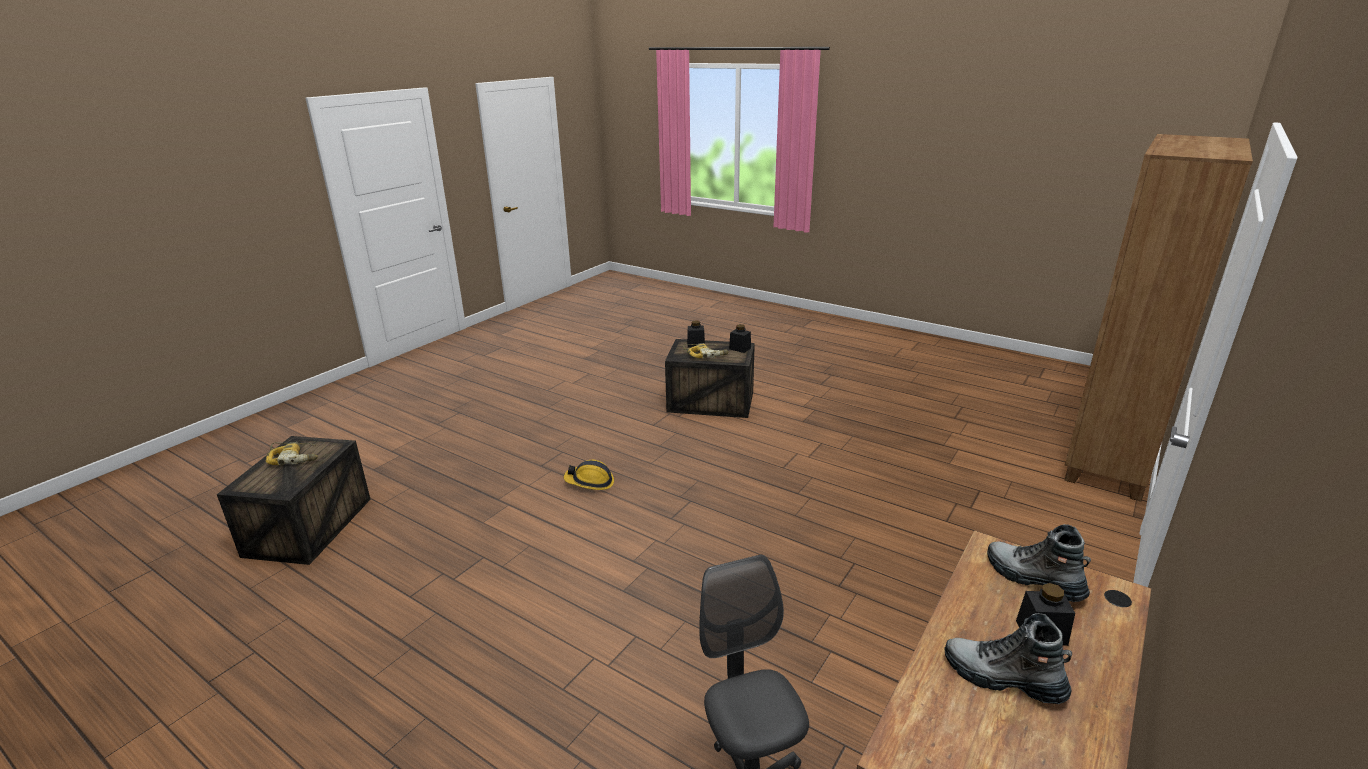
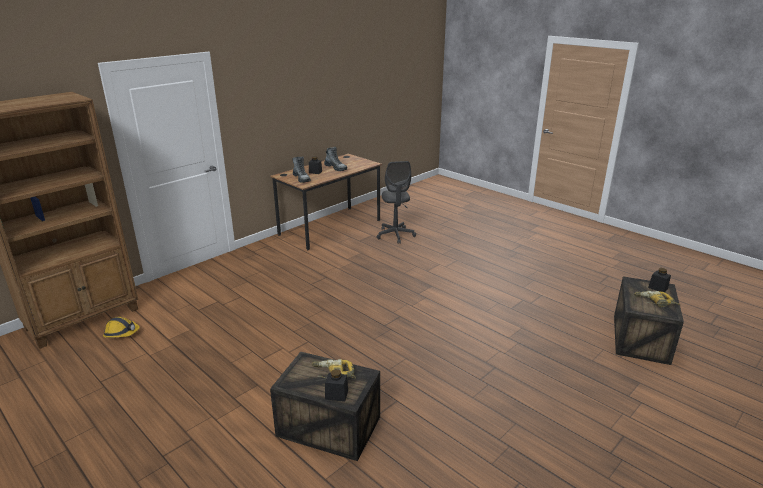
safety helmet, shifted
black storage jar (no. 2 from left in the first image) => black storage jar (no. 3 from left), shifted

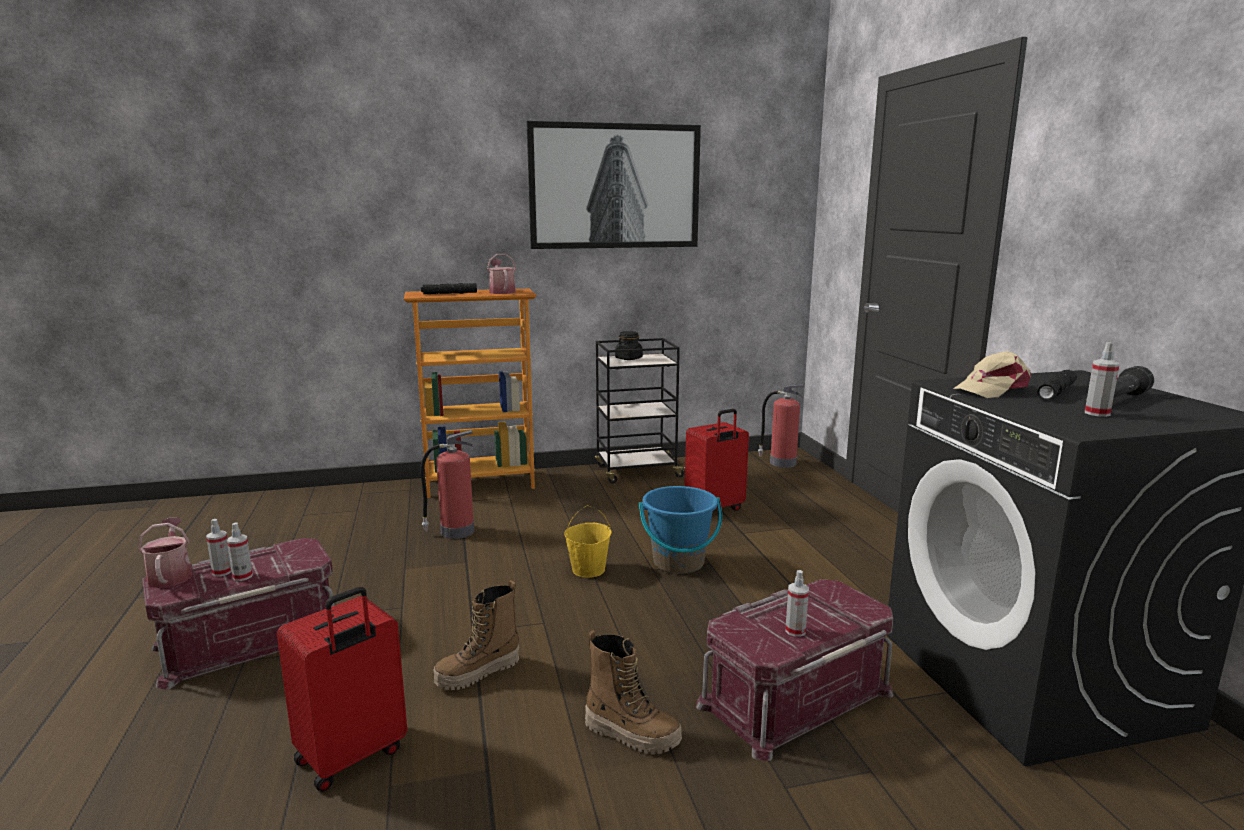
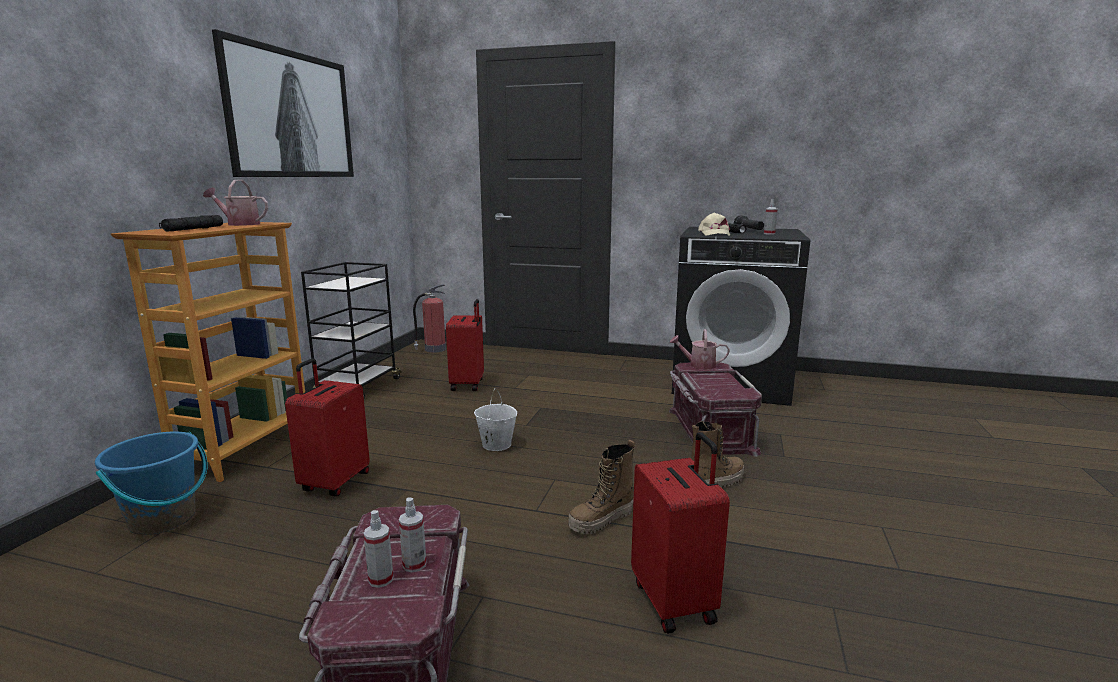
watering pot (no. 1 from left in the first image) => watering pot (no. 2 from left), shifted
fire extinguisher (no. 1 from left) => reddish suitcase (no. 1 from left)
high-top boot (no. 1 from left), 60 degrees clockwise
yellowish water bucket => white water bucket
black storage jar => nothing
blue water bucket, shifted
sprayer (no. 3 from left) => nothing

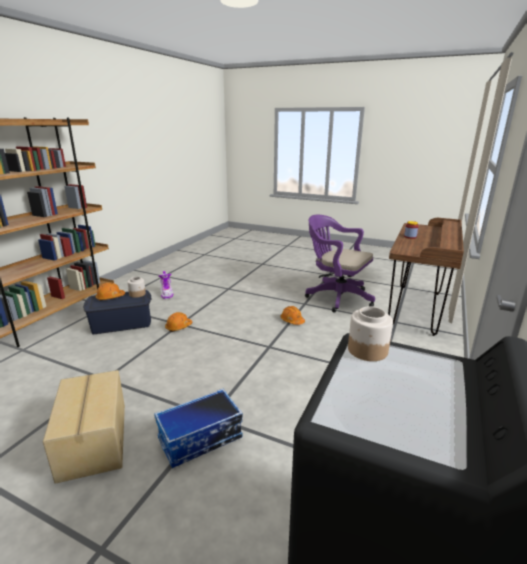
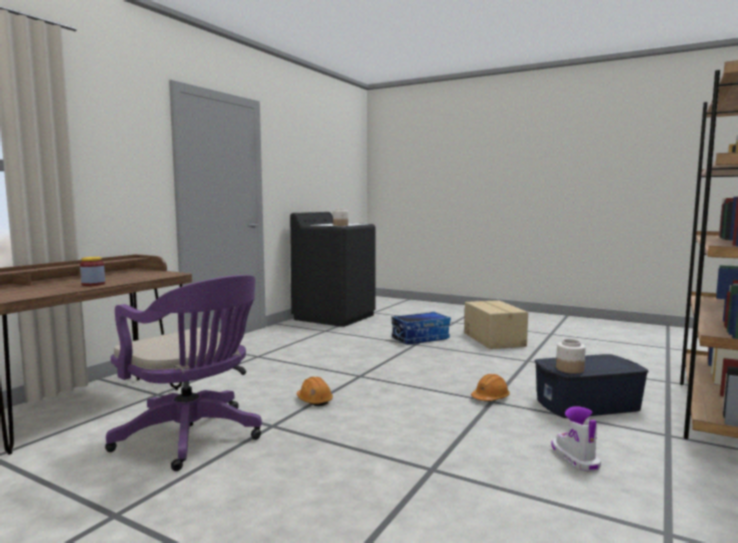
orangey safety helmet (no. 1 from left) => nothing

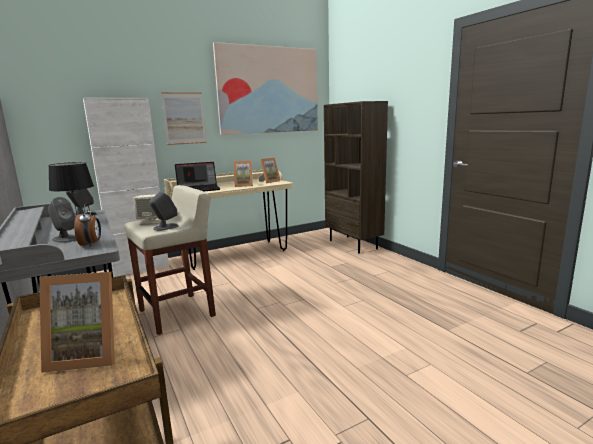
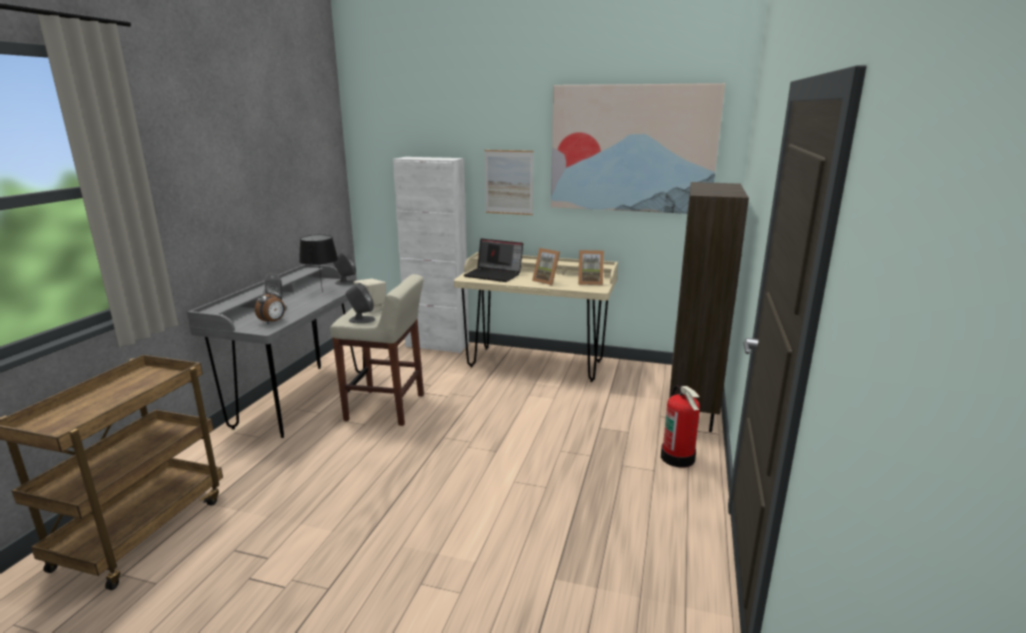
picture frame (no. 1 from left) => nothing
nothing => fire extinguisher

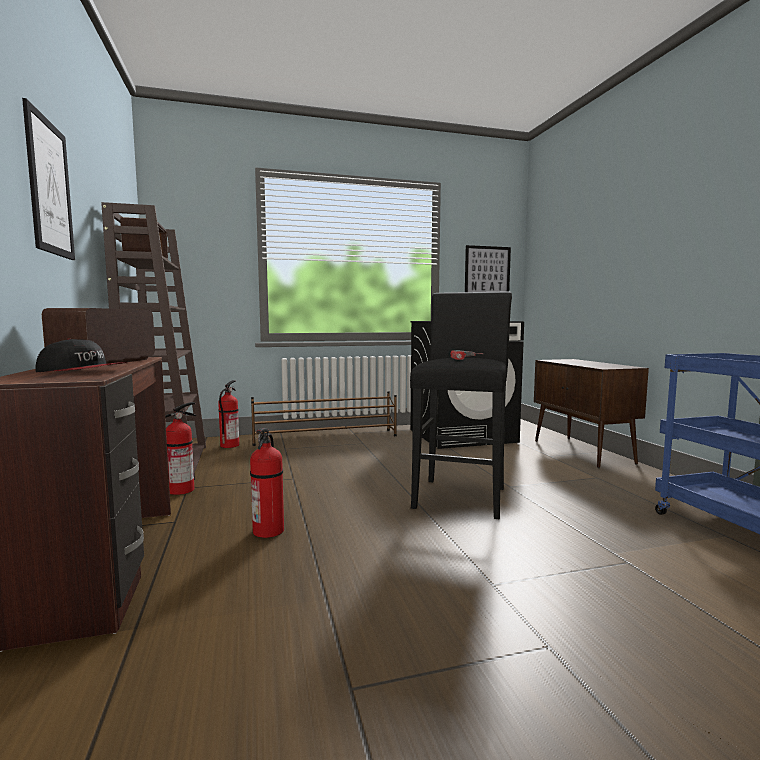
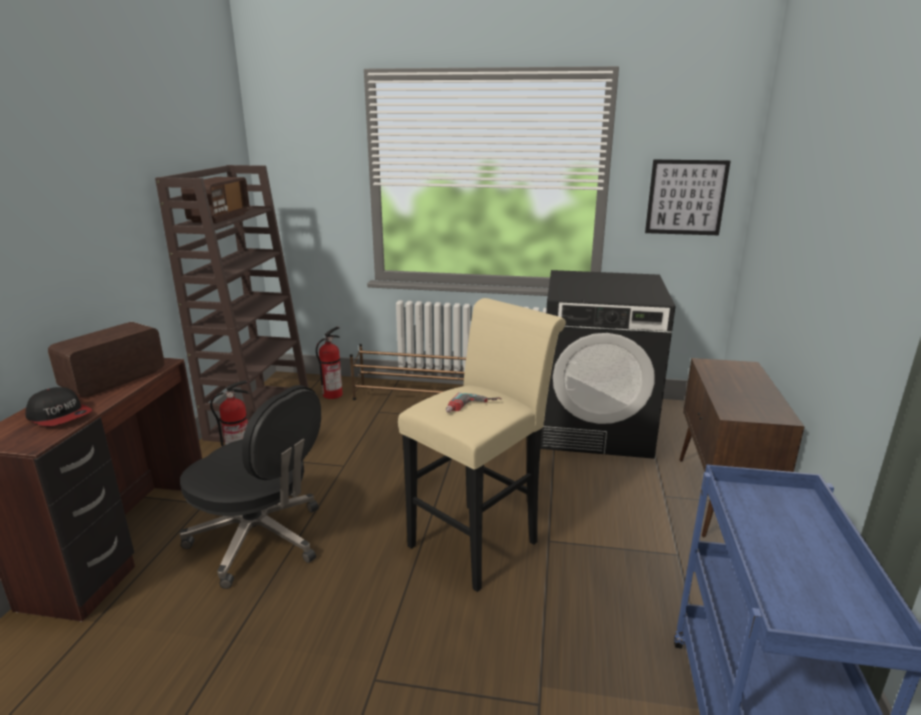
picture (no. 1 from left) => nothing
fire extinguisher (no. 3 from left) => black desk chair
black stool seat => beige stool seat

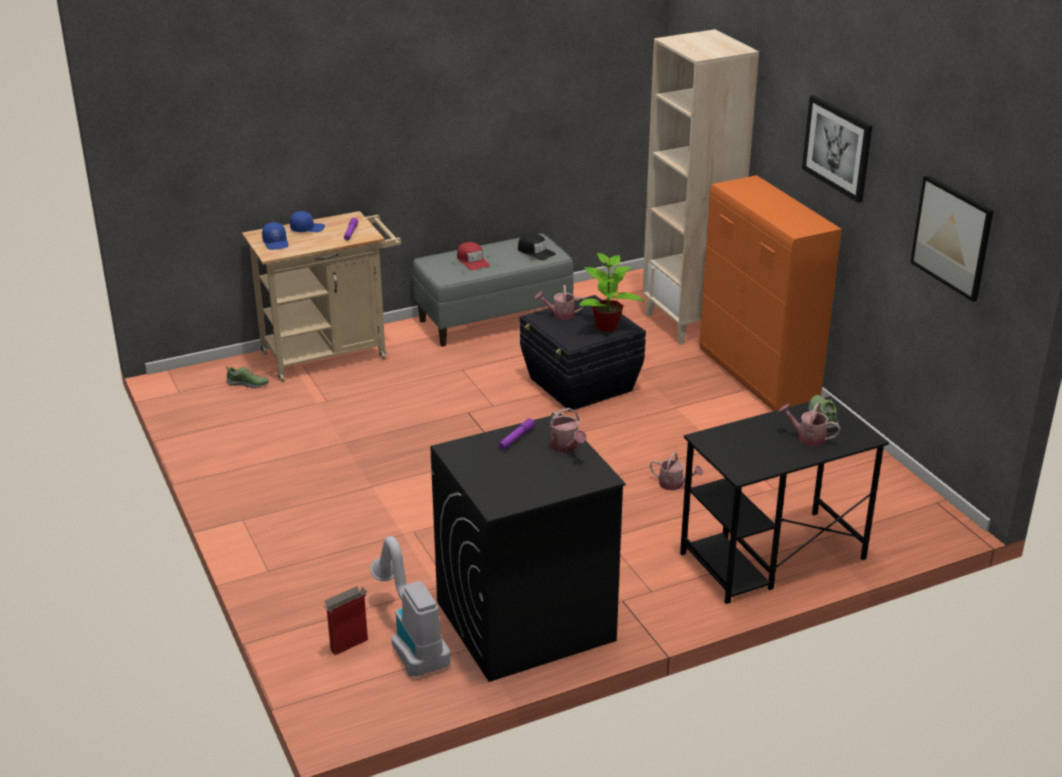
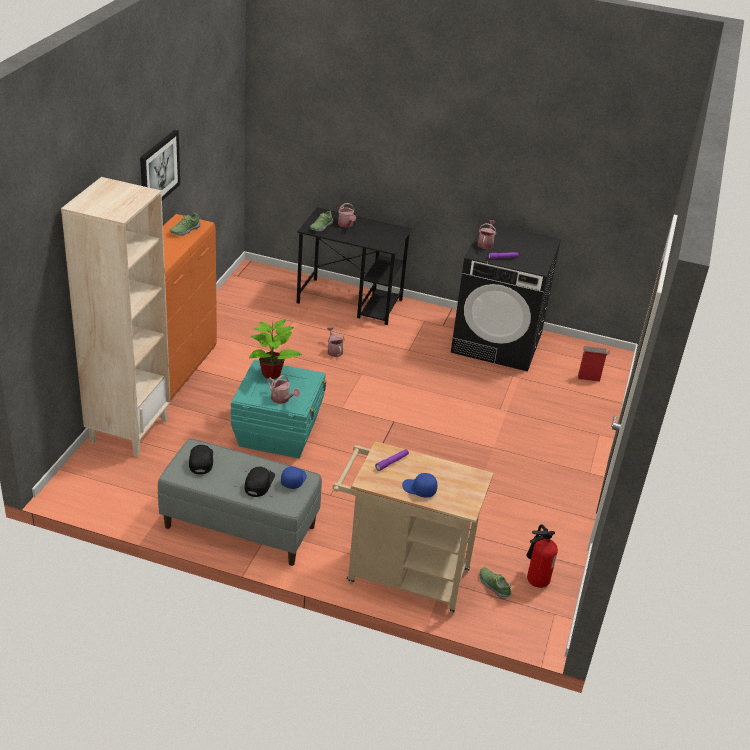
blue peaked cap (no. 1 from left), shifted
vacuum cleaner => nothing
reddish peaked cap => black peaked cap (no. 2 from left)
black storage box => turquoise storage box
picture (no. 2 from left) => nothing
nothing => item of footwear (no. 1 from left)
nothing => fire extinguisher

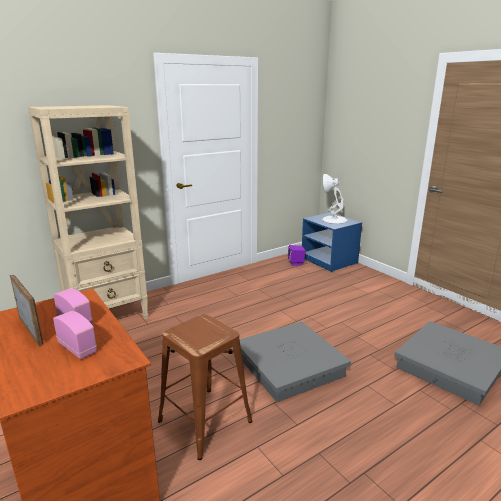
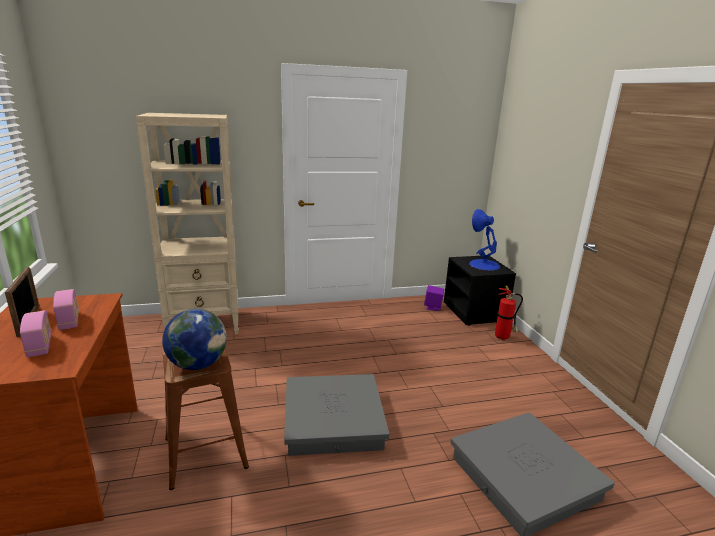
blue nightstand => black nightstand
white table lamp => blue table lamp
nothing => world globe
nothing => fire extinguisher

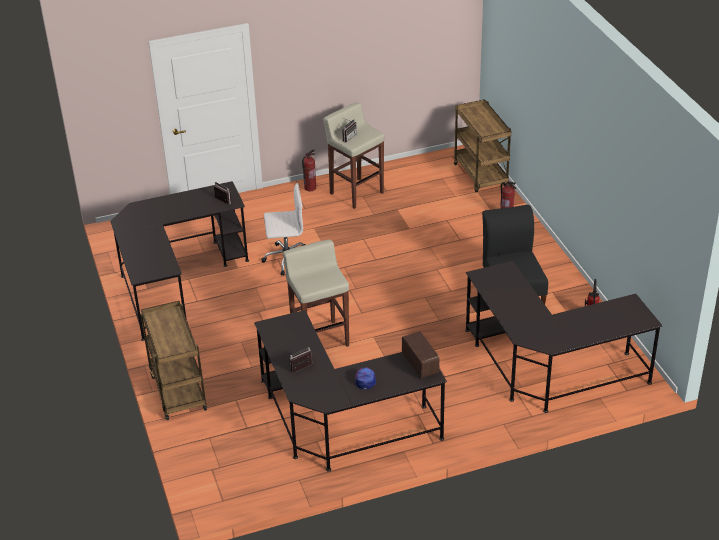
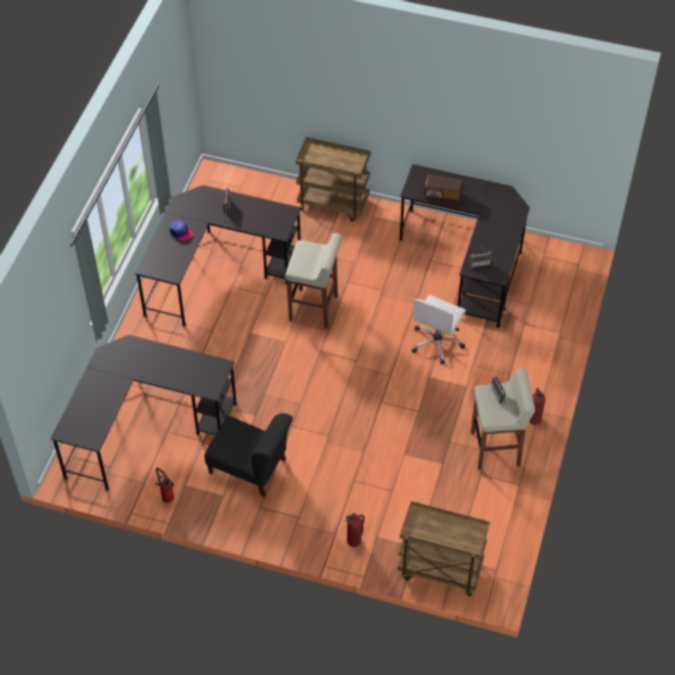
radio receiver (no. 4 from left in the first image) => radio receiver (no. 2 from left), shifted

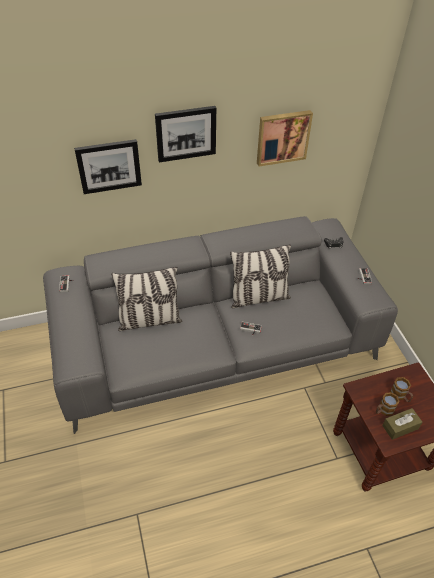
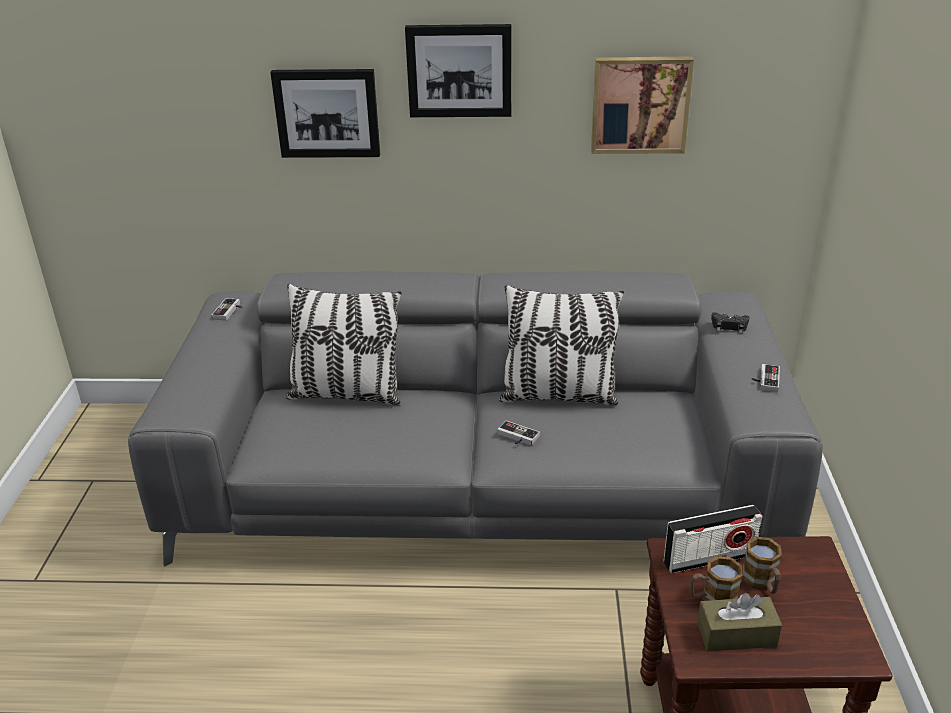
nothing => radio receiver

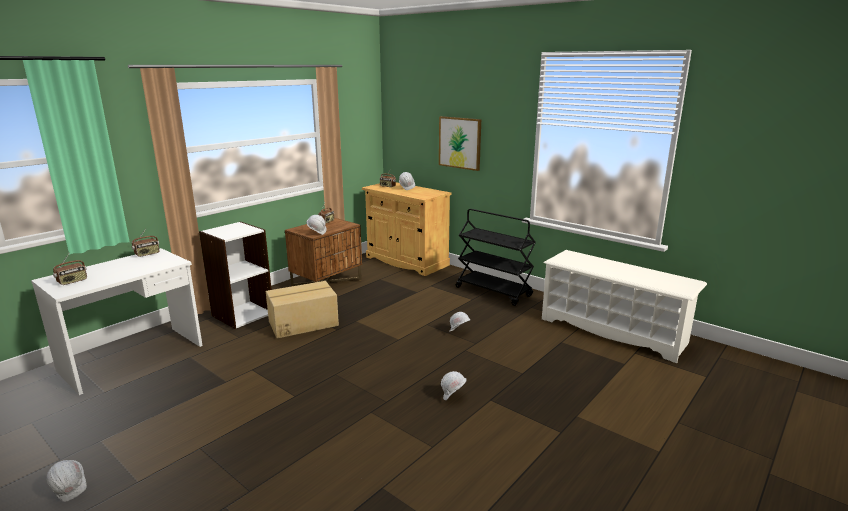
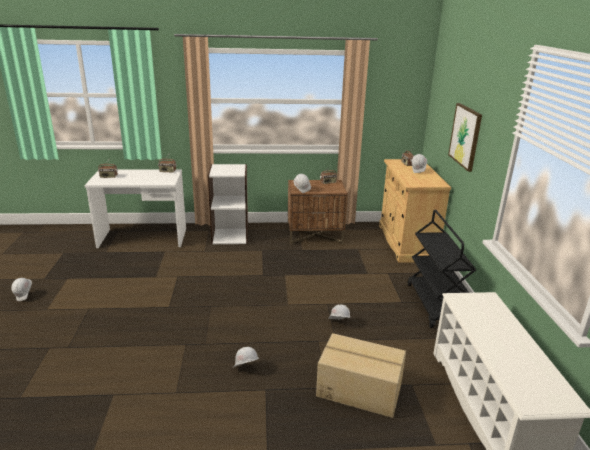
carton, shifted

